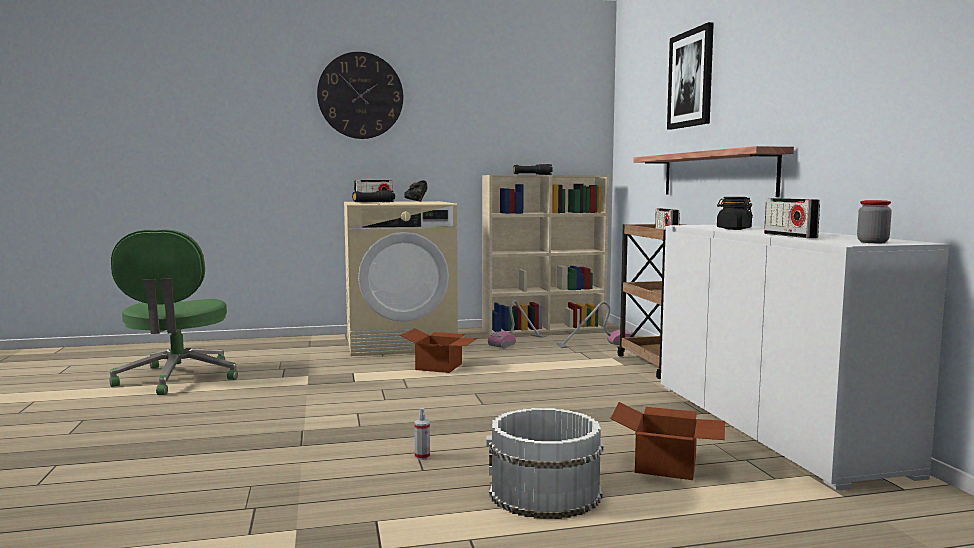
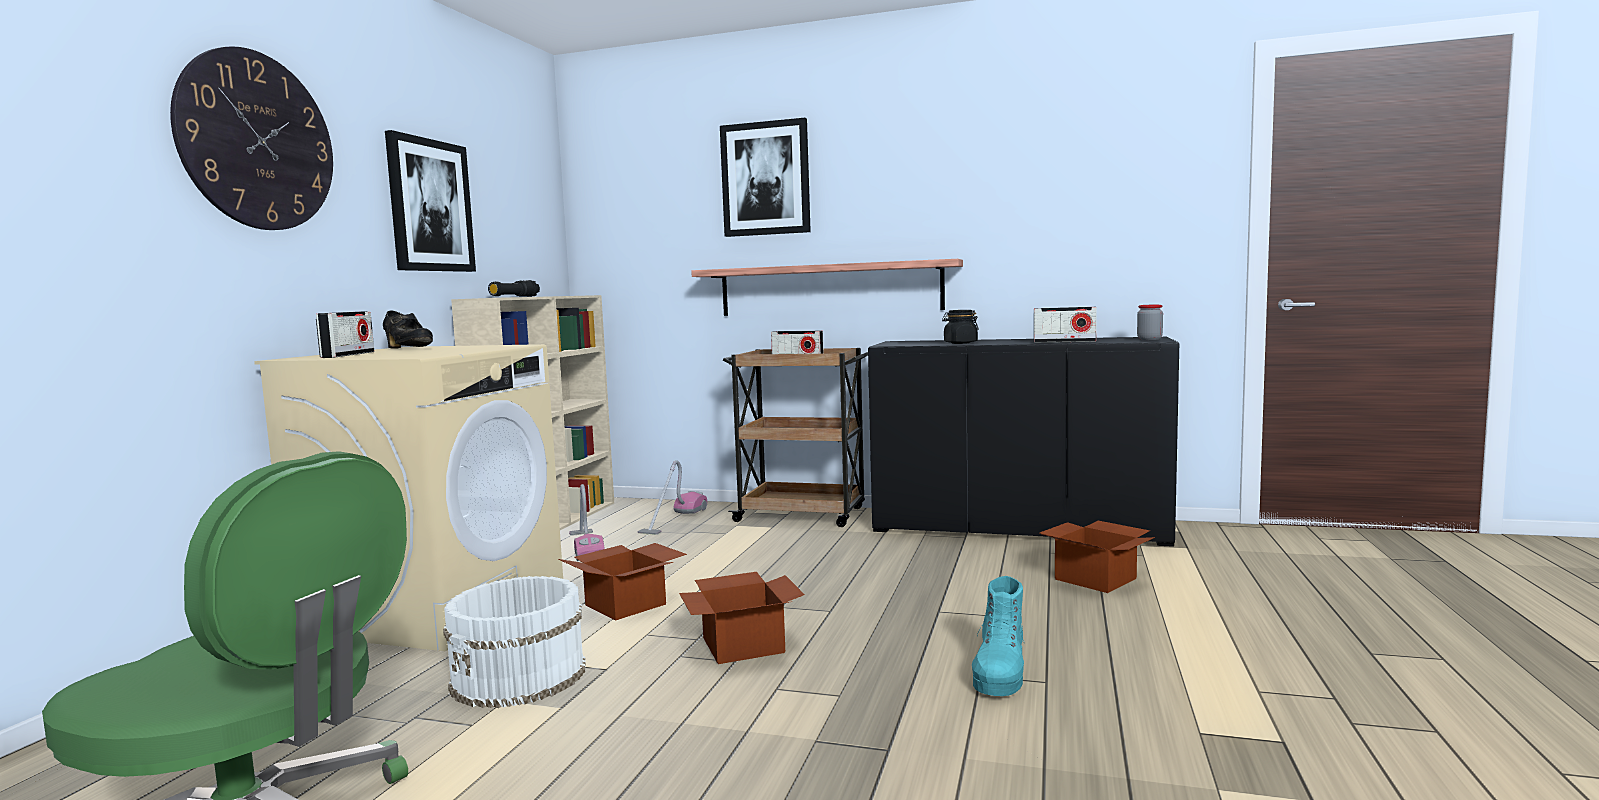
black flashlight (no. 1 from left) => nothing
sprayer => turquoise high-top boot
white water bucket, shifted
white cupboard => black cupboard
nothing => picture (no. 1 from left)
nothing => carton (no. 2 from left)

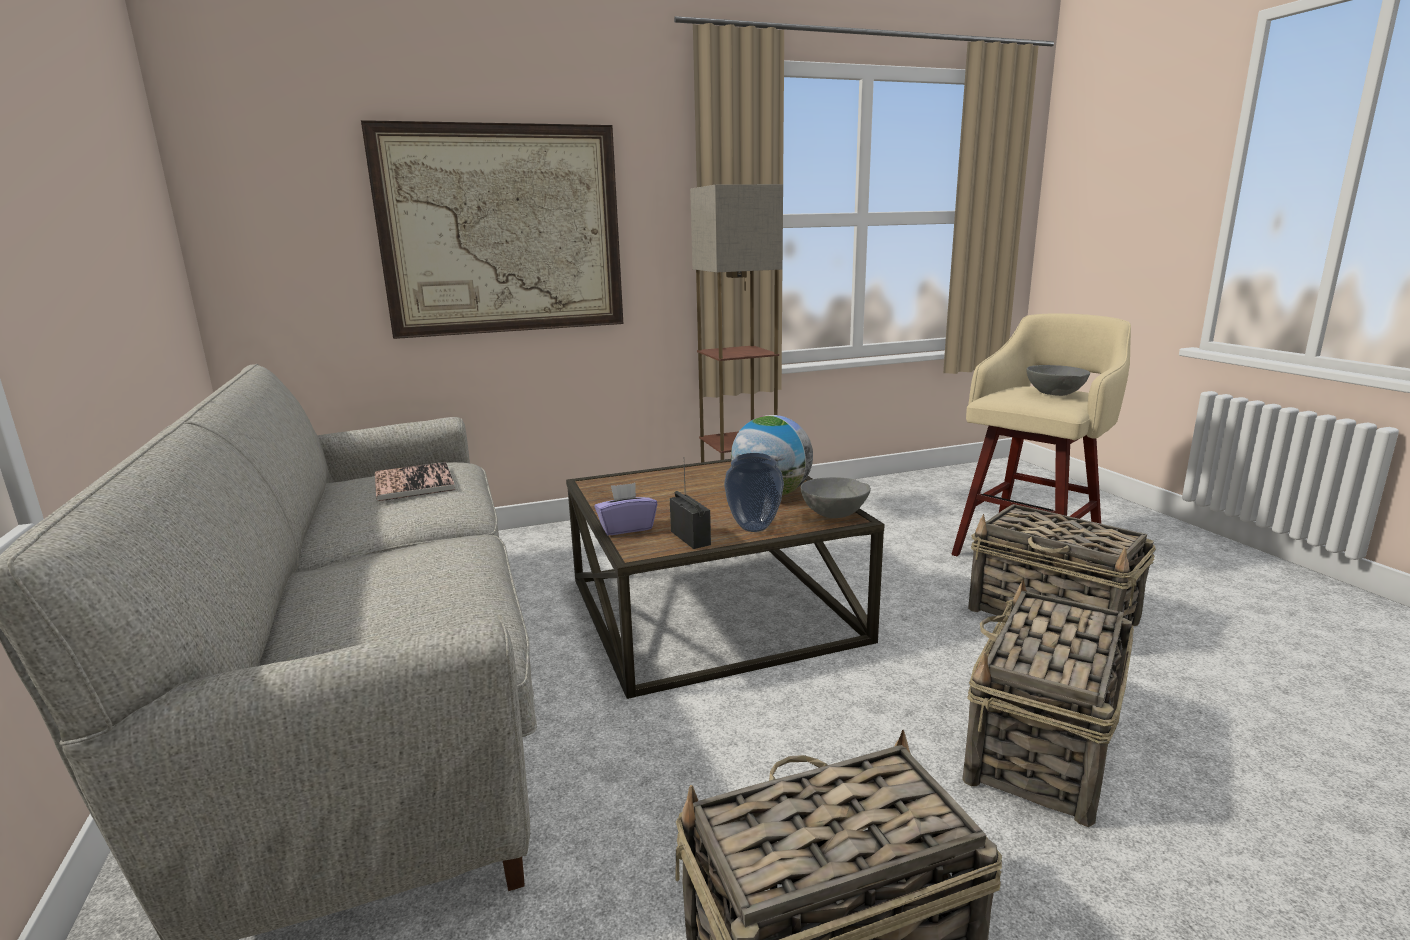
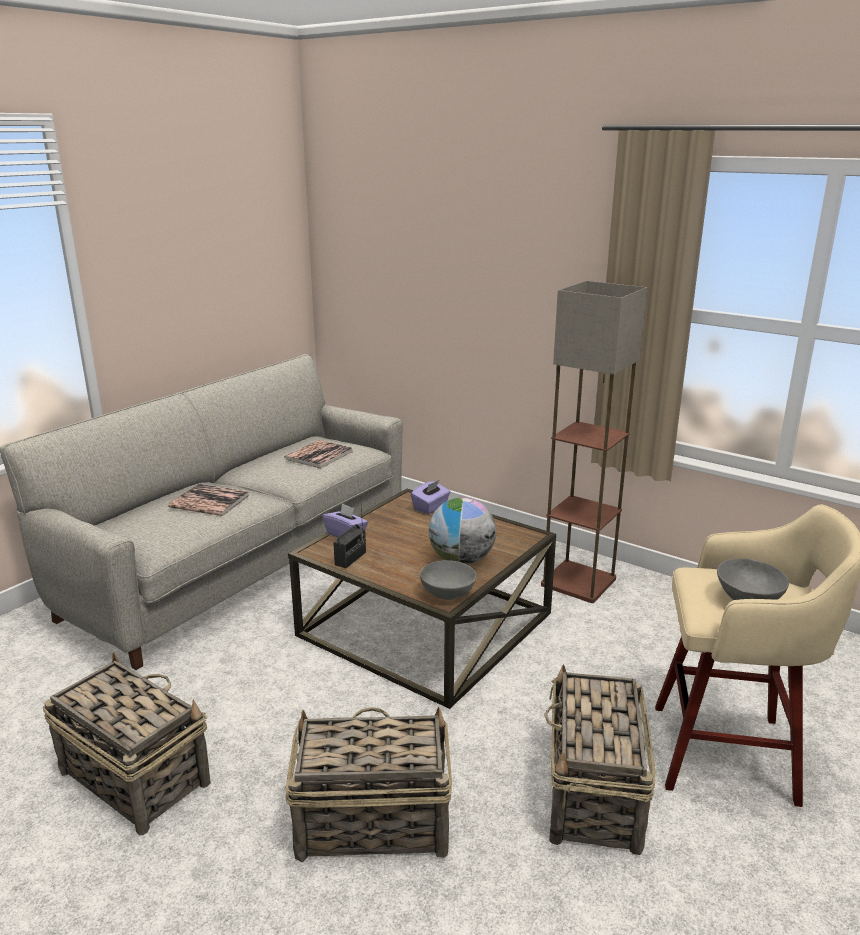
picture => nothing
vase => nothing
nothing => book (no. 1 from left)
nothing => purple-coloured box of tissues (no. 2 from left)

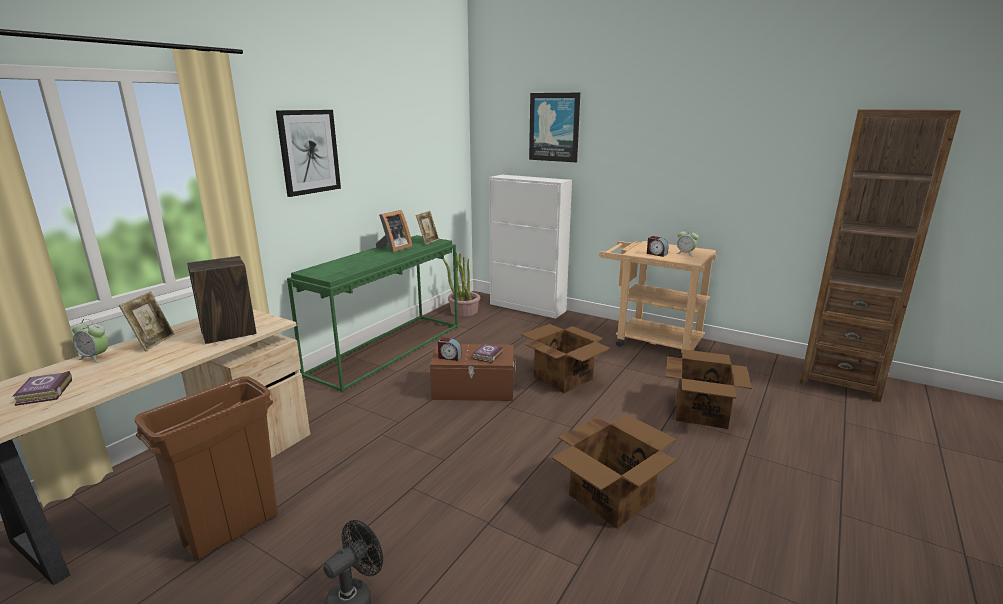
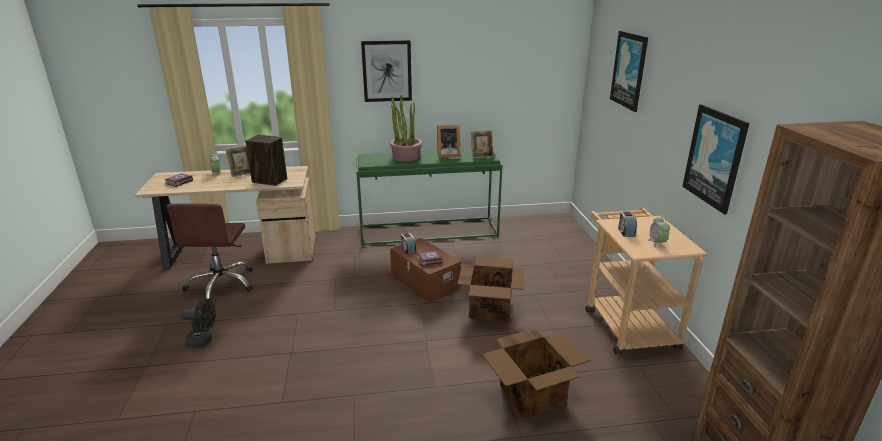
brown trash can => brown desk chair
potted plant, shifted
white cupboard => nothing
carton (no. 2 from left) => nothing
nothing => picture (no. 3 from left)

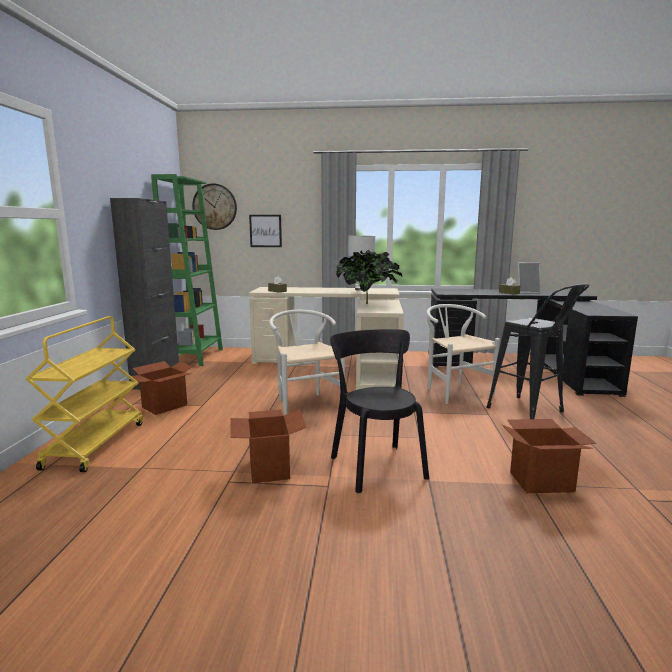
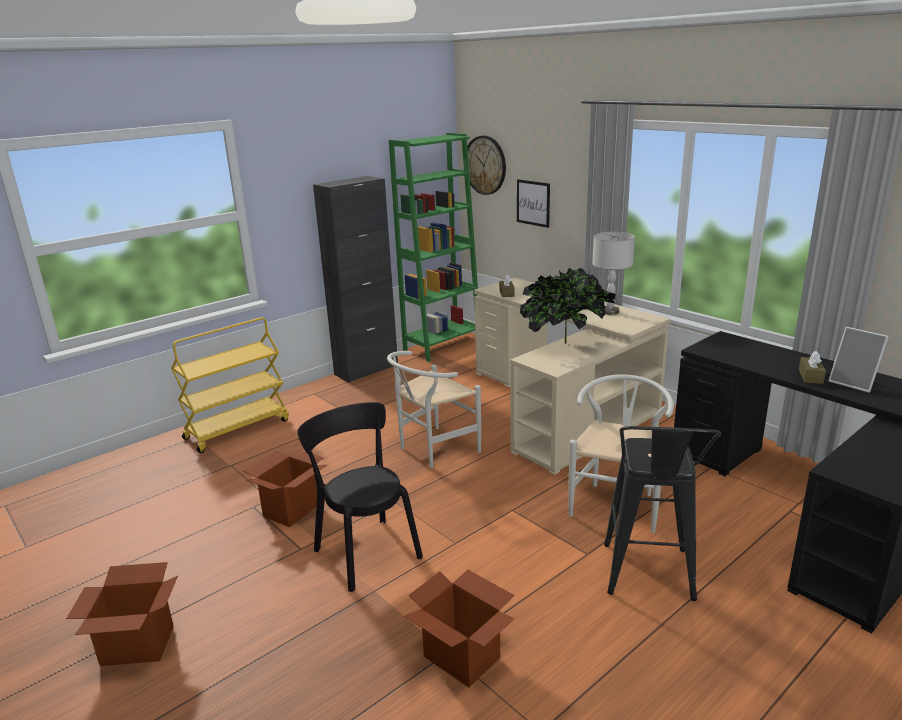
carton (no. 1 from left), shifted
white plain chair (no. 1 from left), 150 degrees counterclockwise
black plain chair, 60 degrees counterclockwise

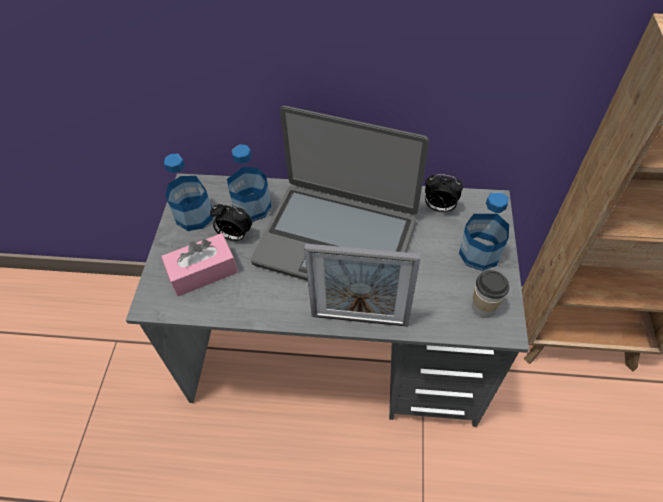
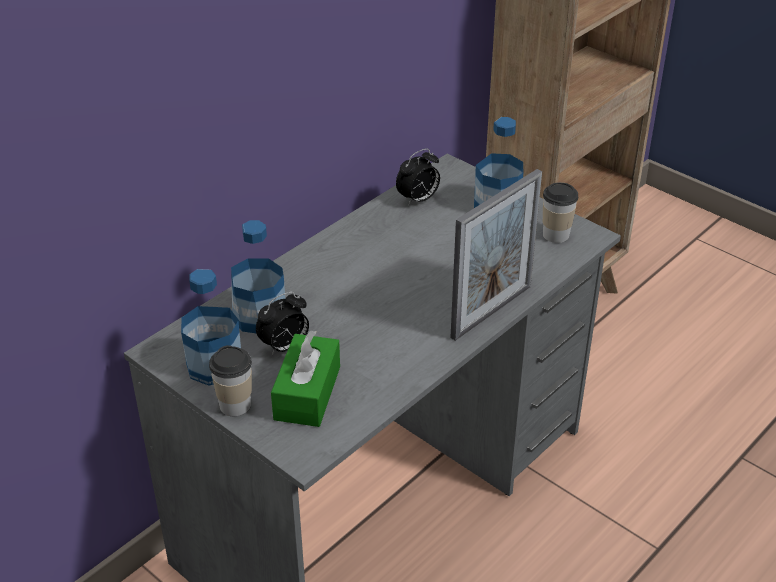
pink box of tissues => green box of tissues
notebook computer => nothing
nothing => cup (no. 1 from left)

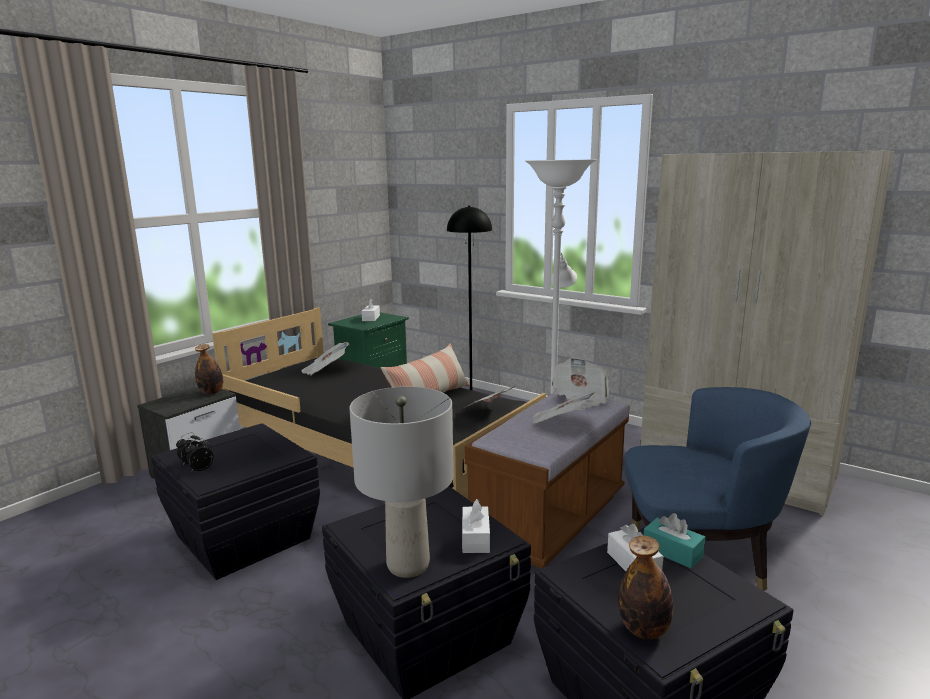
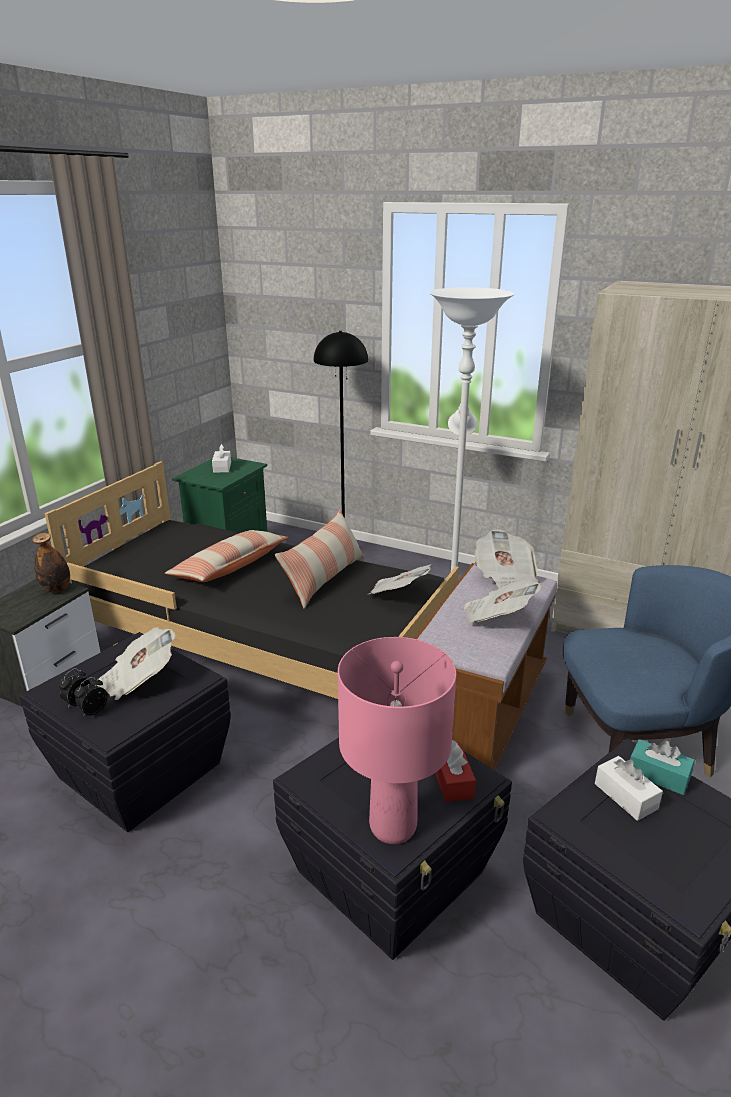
daily paper (no. 1 from left), shifted
grey table lamp => pink table lamp
white box of tissues (no. 2 from left) => reddish box of tissues
bottle (no. 2 from left) => nothing
nothing => cushion (no. 1 from left)

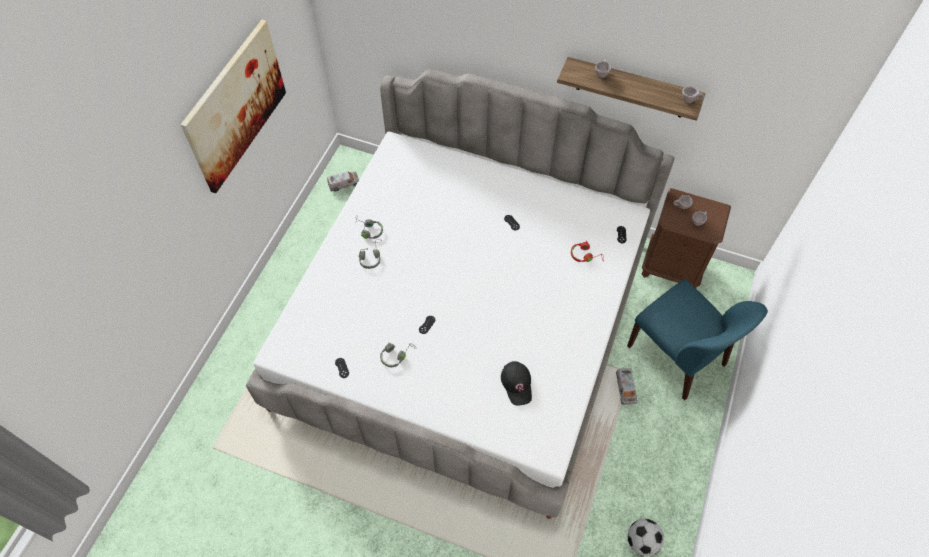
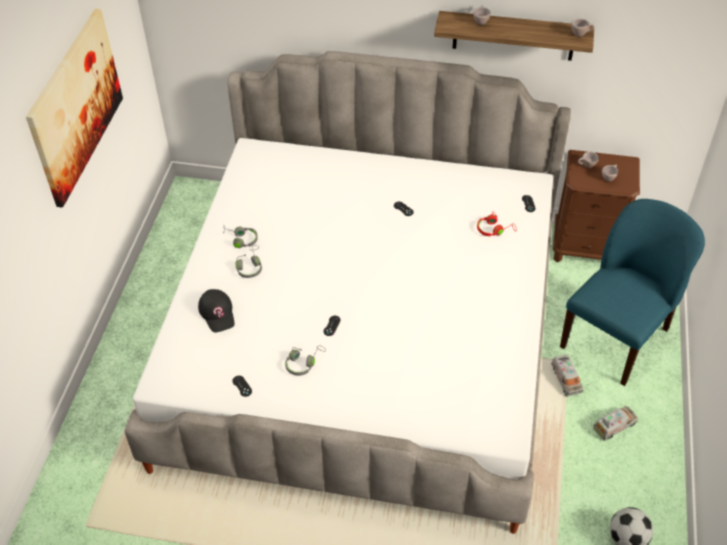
toy lorry (no. 1 from left in the first image) => toy lorry (no. 2 from left), shifted
black peaked cap, shifted
blue plain chair, 90 degrees counterclockwise

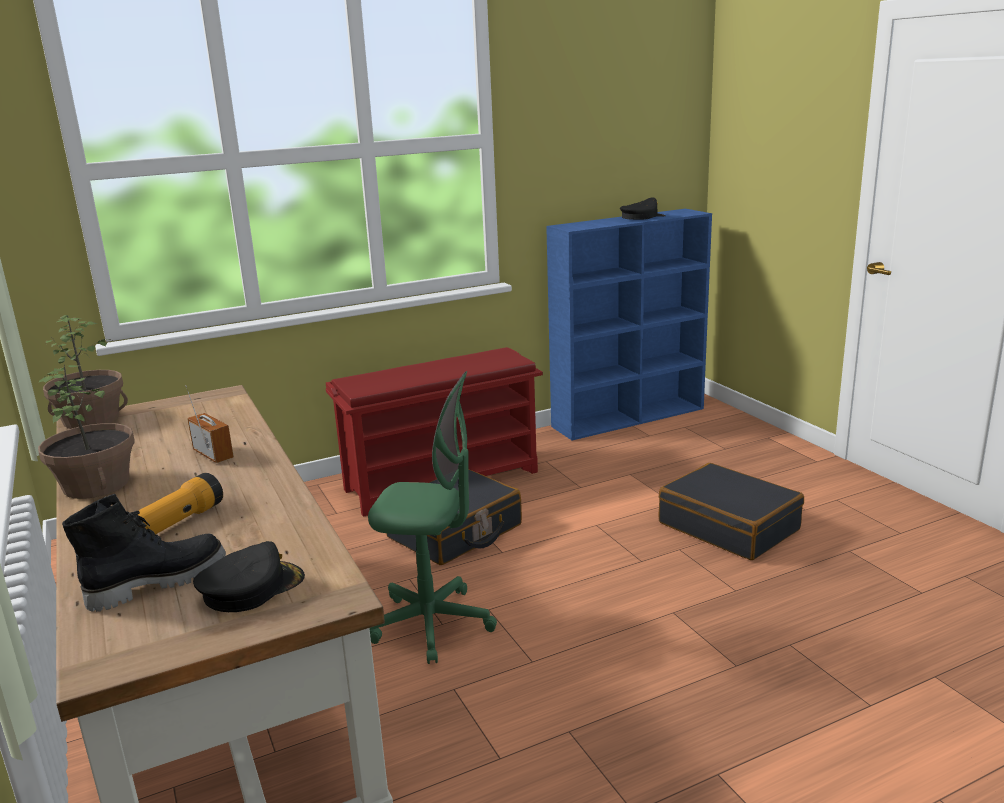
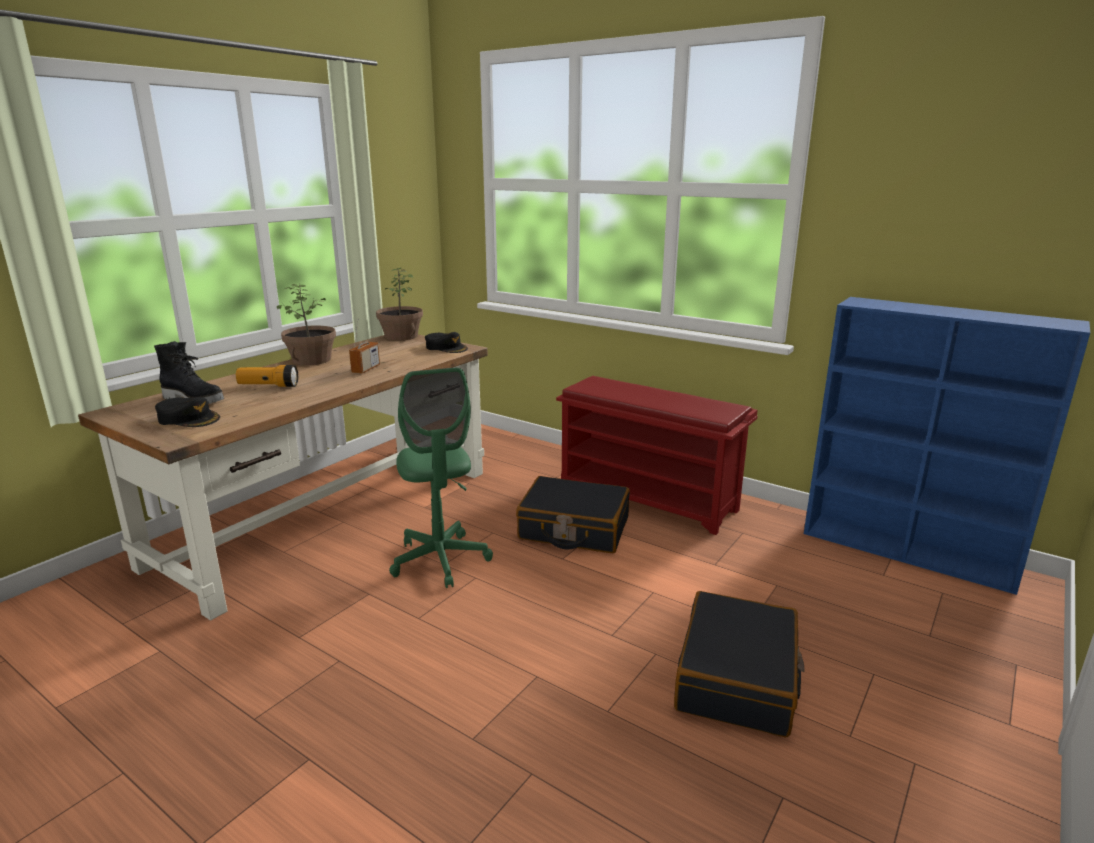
black peaked cap (no. 2 from left), shifted

